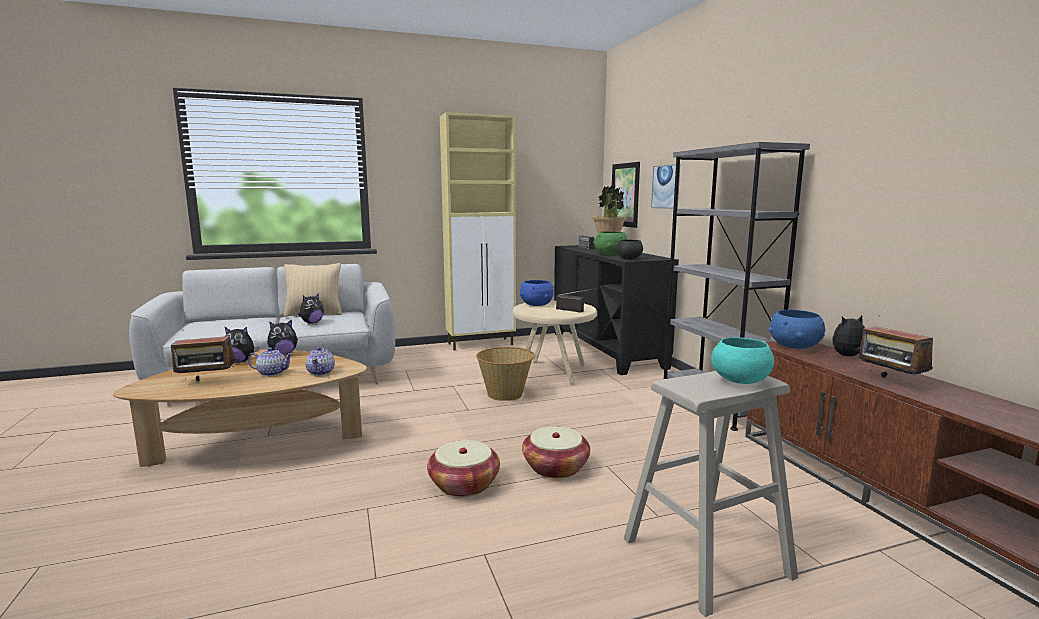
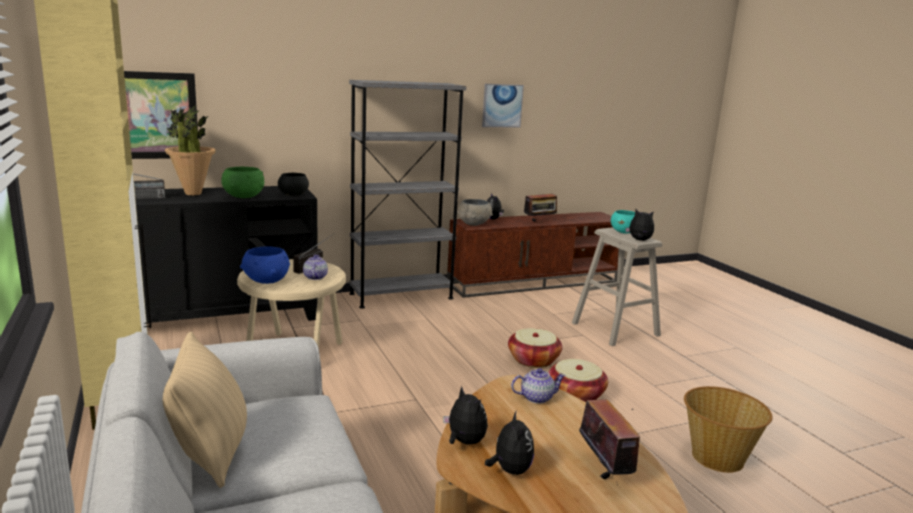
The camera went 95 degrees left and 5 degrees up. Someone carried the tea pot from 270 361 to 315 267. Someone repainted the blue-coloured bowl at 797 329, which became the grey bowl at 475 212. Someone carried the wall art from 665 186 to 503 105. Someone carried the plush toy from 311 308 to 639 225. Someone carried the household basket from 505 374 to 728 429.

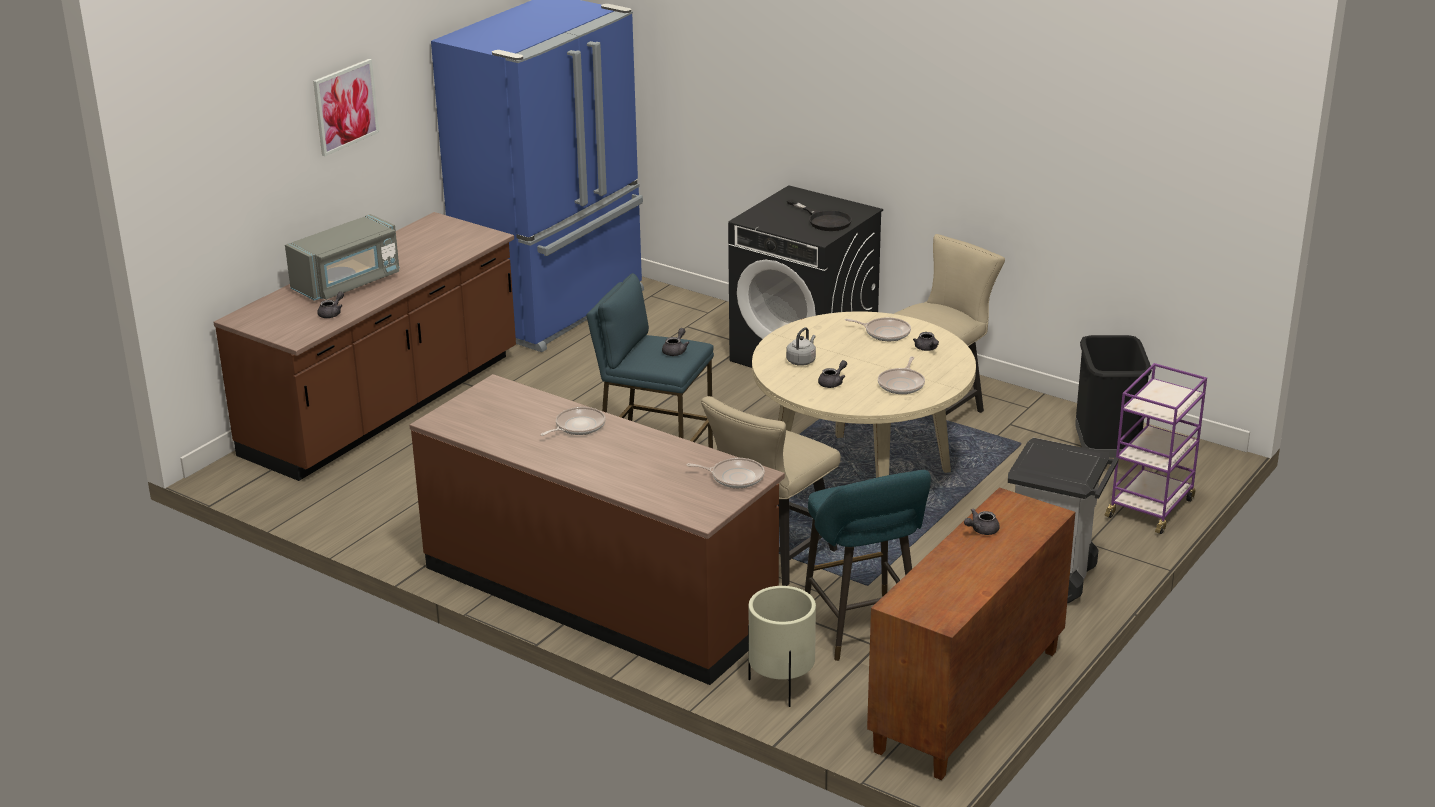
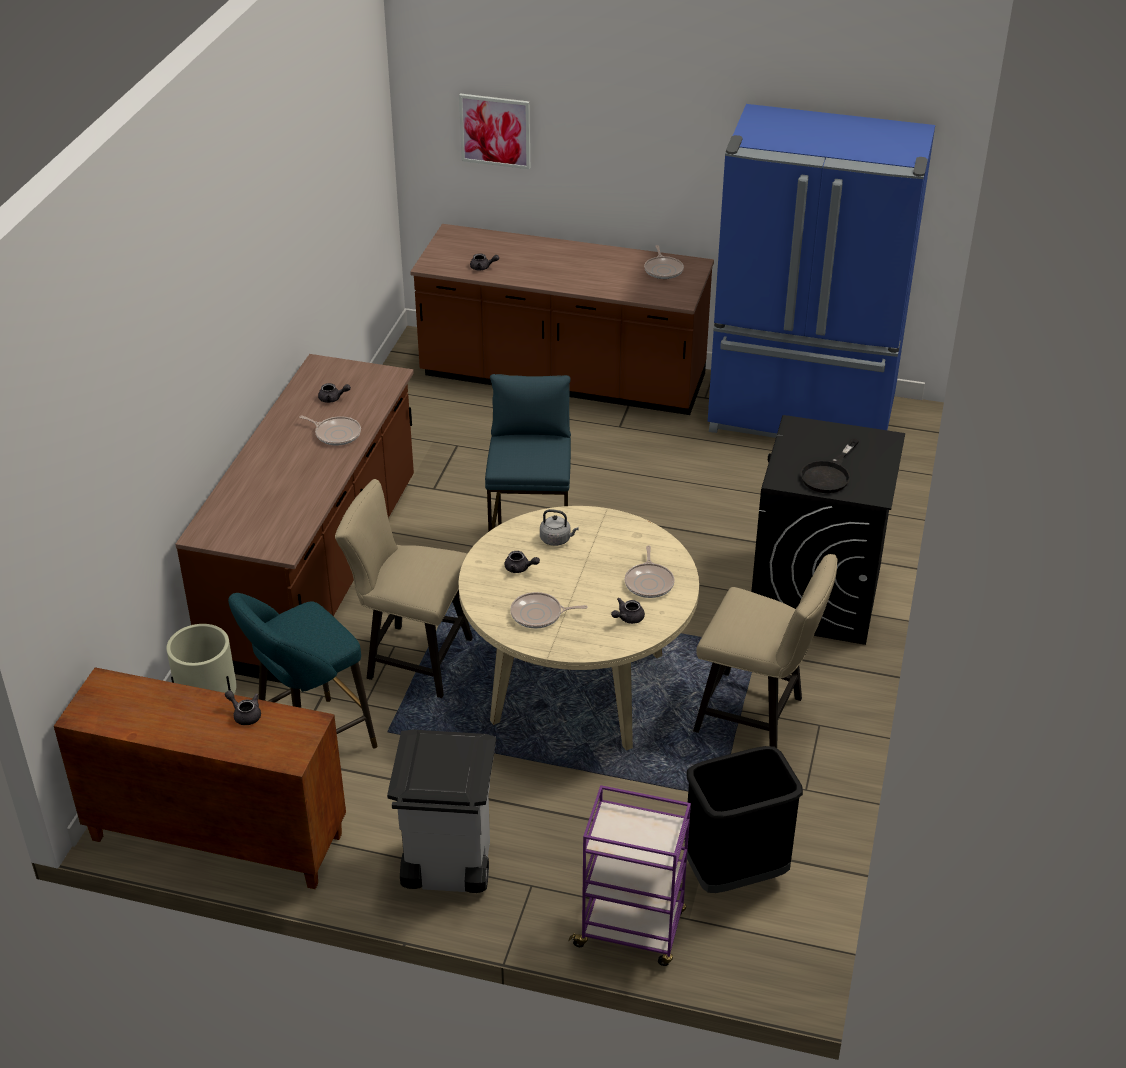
The camera went 70 degrees right and 10 degrees up. Someone carried the grey tea pot from 676 342 to 334 393. Someone carried the wall art from 346 107 to 494 131. Someone carried the pan from 725 473 to 664 262. Someone took away the grey microwave at 342 257.

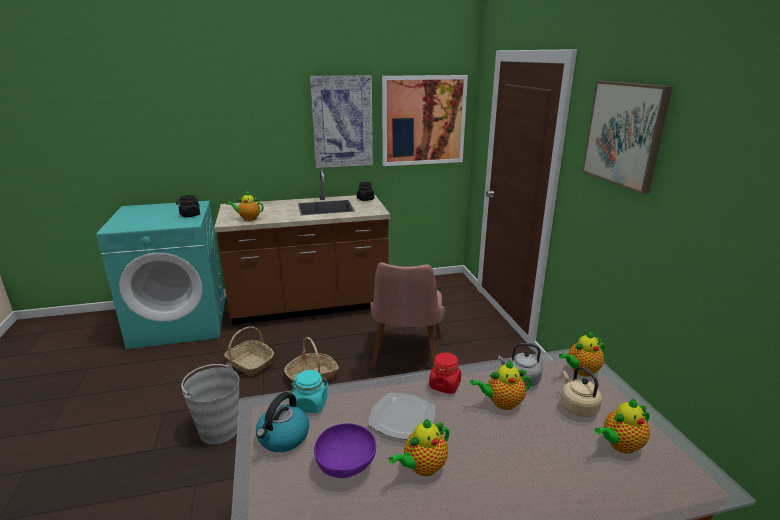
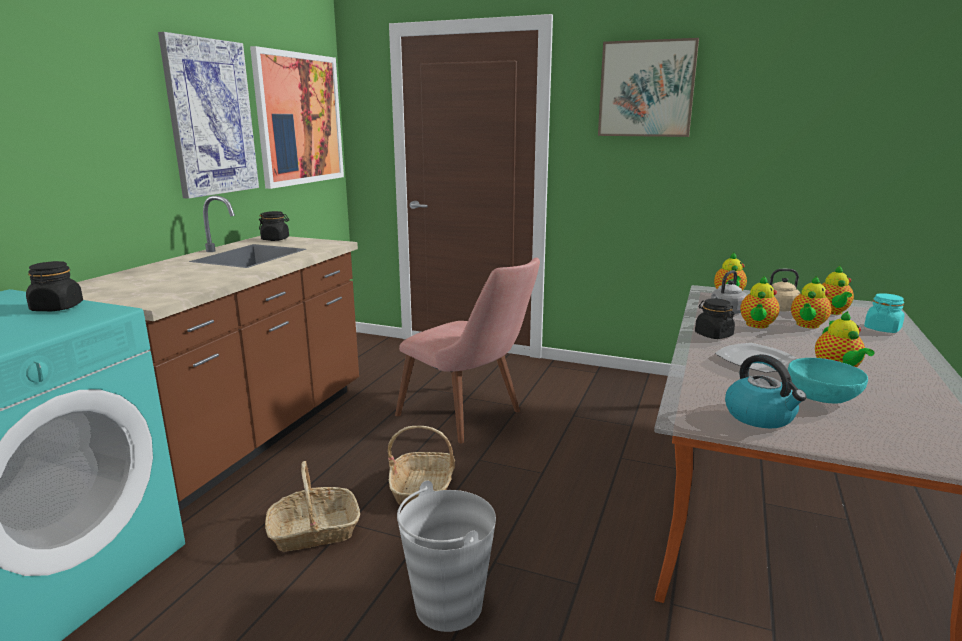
The camera went 55 degrees left and 5 degrees down. Someone repainted the red-coloured preserve jar at 445 373, which became the black preserve jar at 715 318. Someone repainted the purple bowl at 345 450, which became the turquoise bowl at 828 380. Someone carried the tea pot from 245 206 to 811 302. Someone carried the turquoise preserve jar from 310 391 to 884 313.

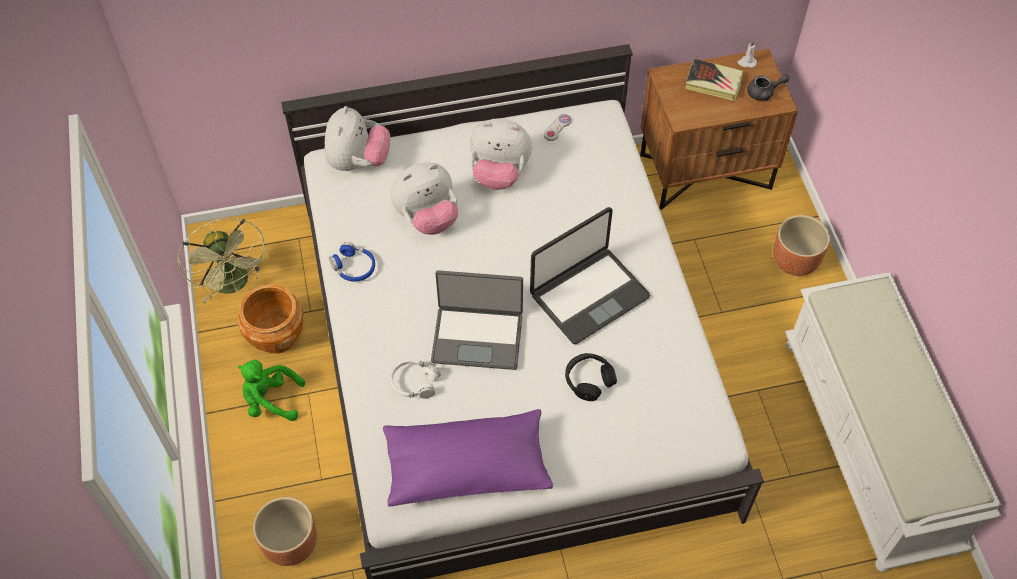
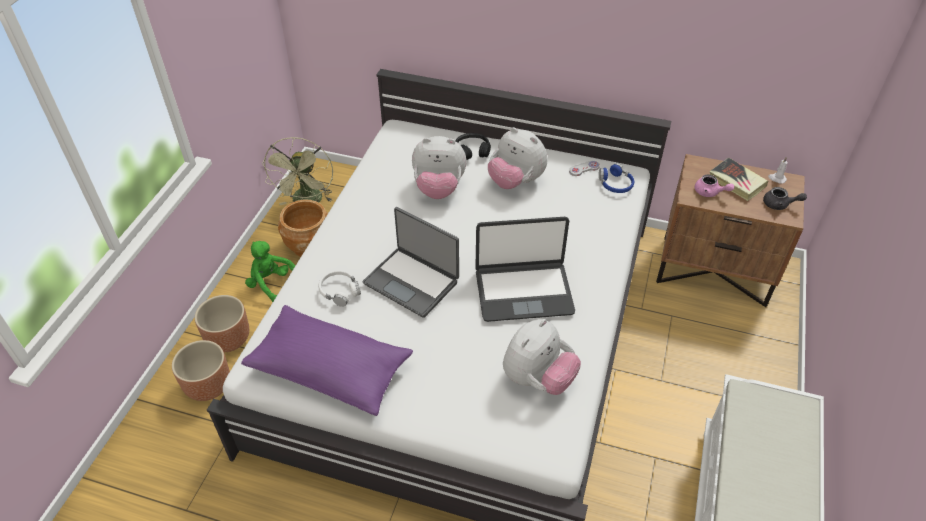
The camera went 30 degrees right and 10 degrees down. Someone carried the brown planter from 801 245 to 222 323. Someone carried the black headset from 591 377 to 473 146. Someone carried the plush toy from 357 138 to 542 357. Someone carried the blue-coloured headset from 352 262 to 616 178. Someone put down the pink-coloured tea pot at 714 185.

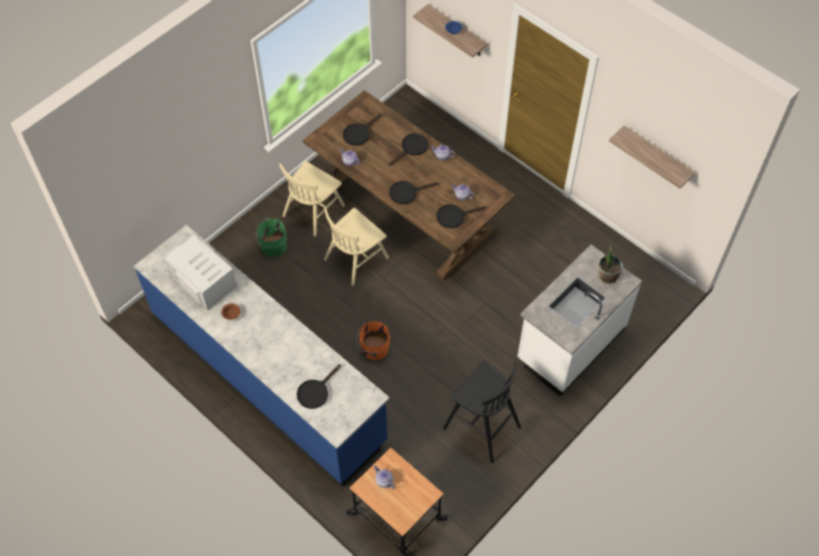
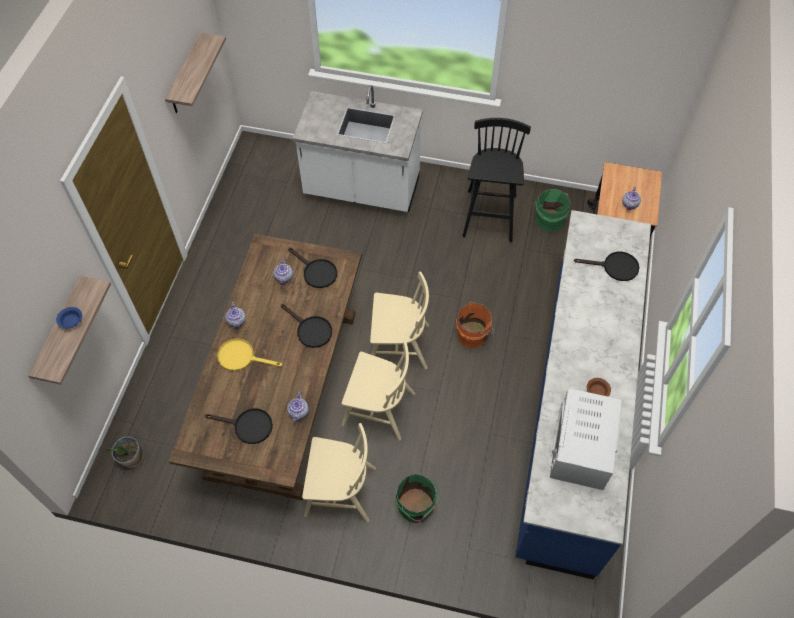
The camera went 120 degrees left and 0 degrees up. Someone carried the houseplant from 610 264 to 125 452. Someone repainted the black pan at 408 150, which became the yellow-coloured pan at 249 355. Someone put down the beige plain chair at 399 320. Someone put down the green water bucket at 551 210.

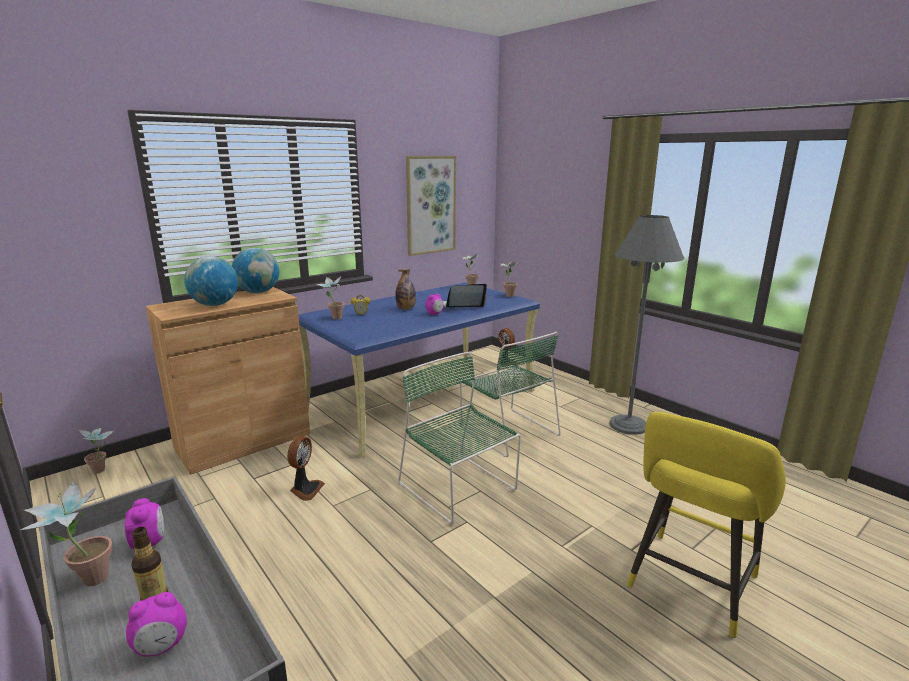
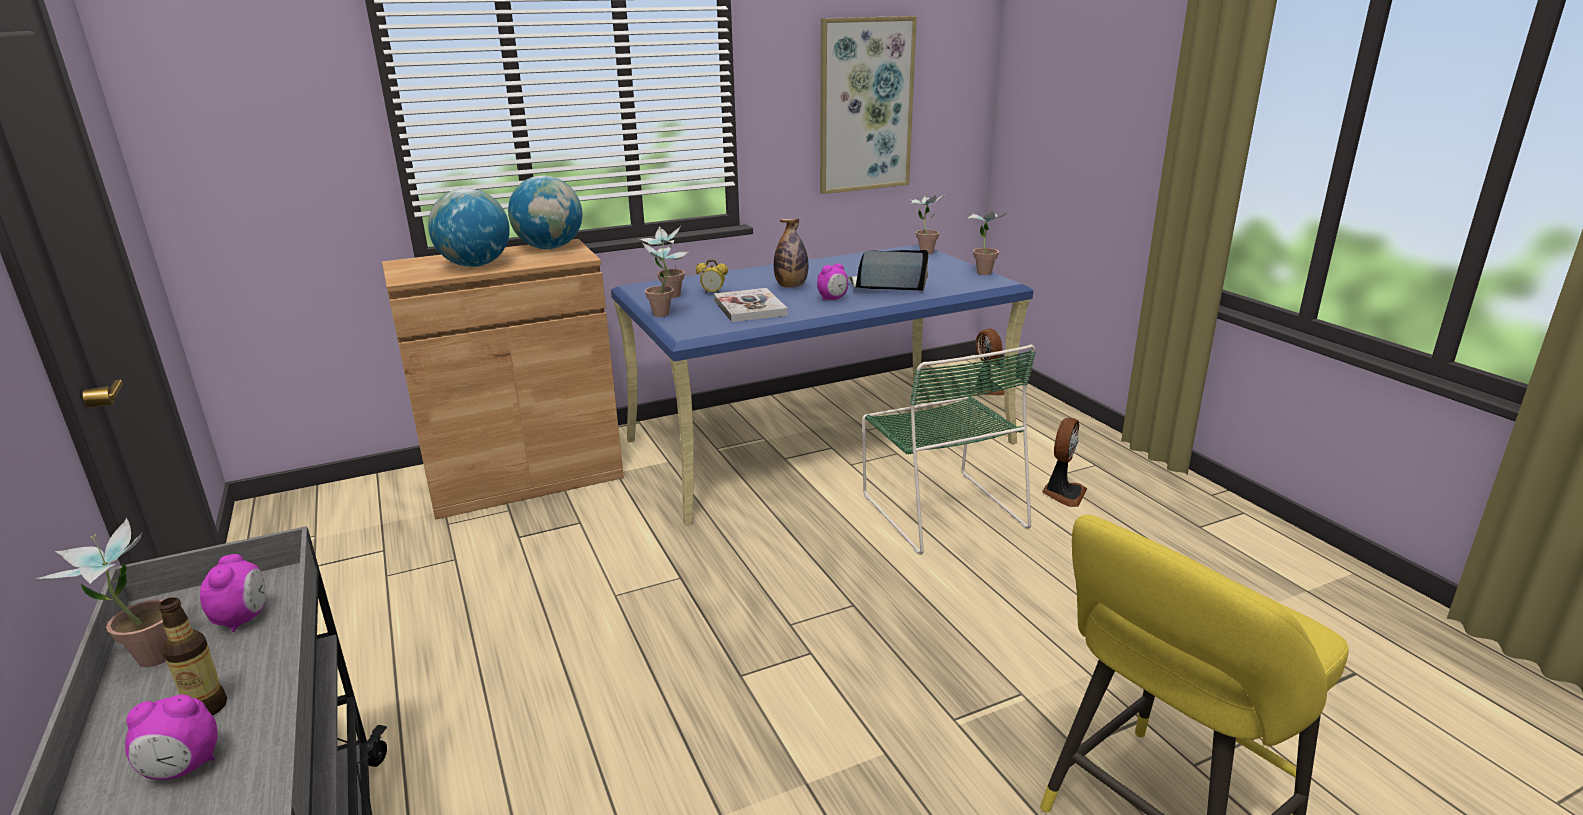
The camera went 15 degrees right and 5 degrees up. Someone carried the houseplant from 96 451 to 665 279. Someone put down the bound book at 751 305. Someone carried the fan from 306 468 to 1064 462. Someone took away the green plain chair at 459 438. Someone took away the grey standing lamp at 646 325.

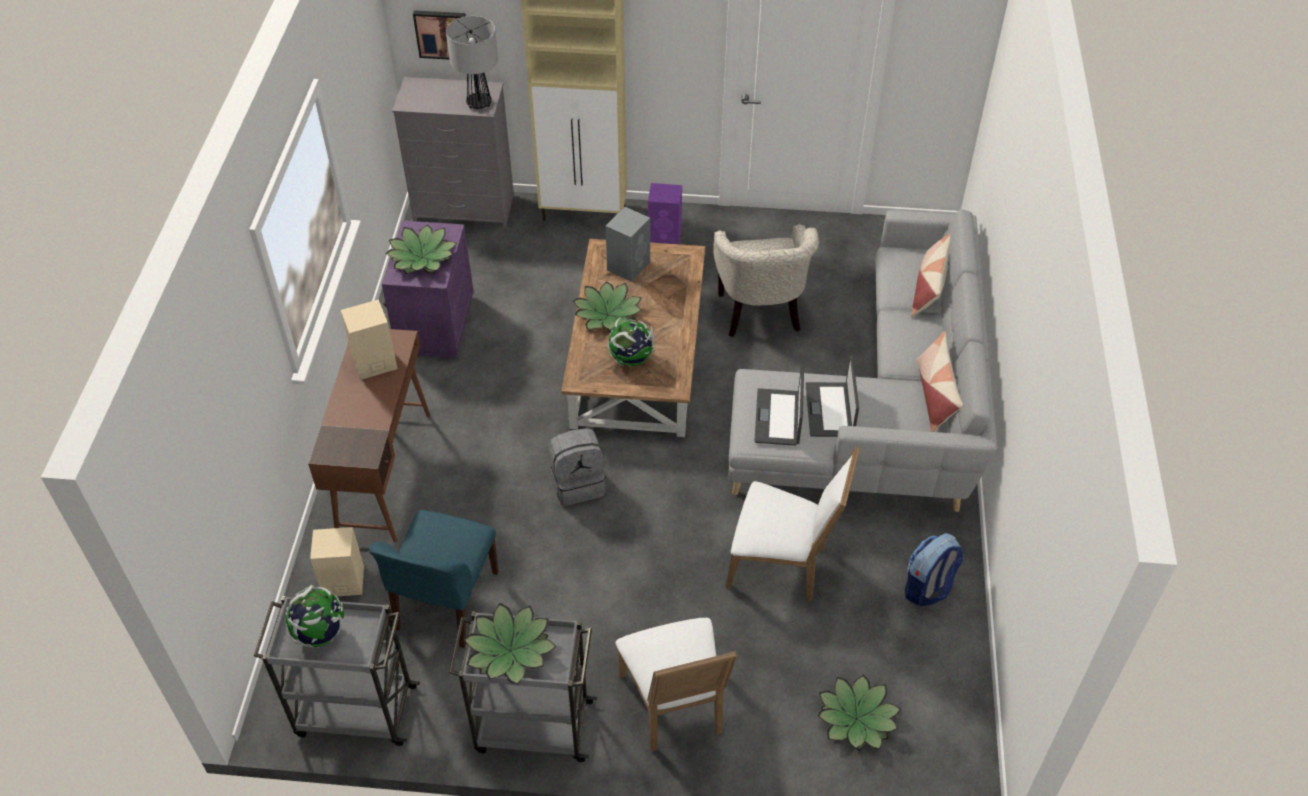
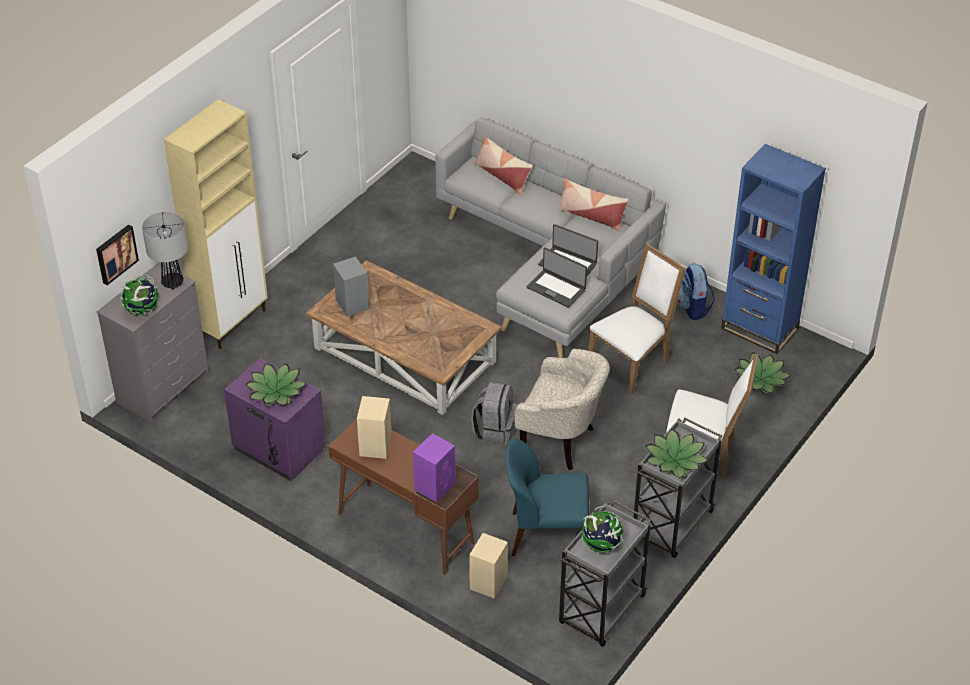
The camera went 60 degrees left and 5 degrees down. Someone carried the globe from 632 342 to 140 295. Someone carried the purple loudspeaker from 665 213 to 434 467. Someone rotated the blue-coloured plain chair at 434 579 by 135 degrees clockwise. Someone carried the beige lounge chair from 766 280 to 562 409. Someone put down the blue-coloured bookshelf at 773 249. Someone took away the houseplant at 607 306.

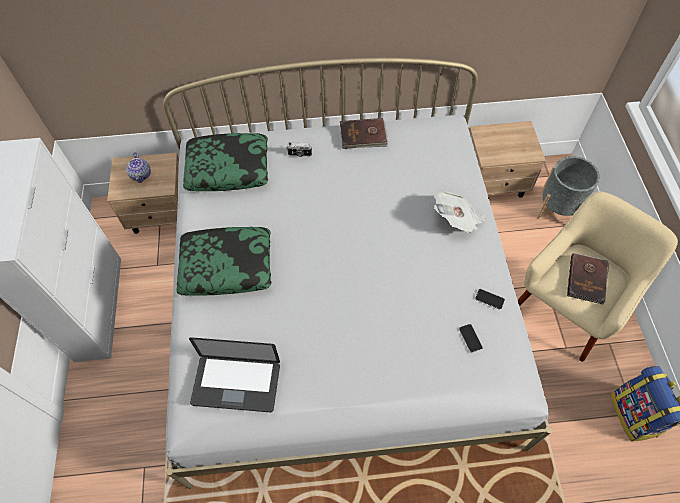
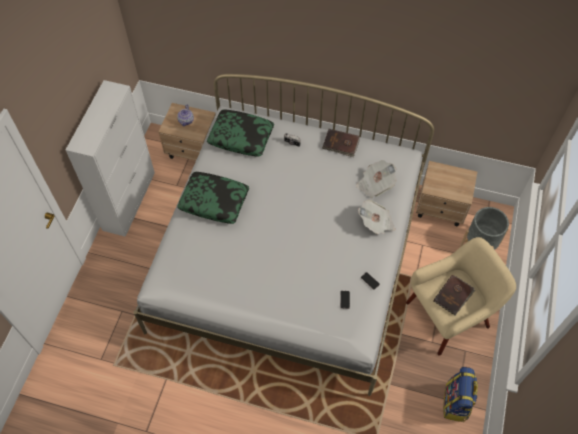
The camera went 20 degrees right and 0 degrees up. Someone put down the daily paper at 376 179. Someone took away the laptop at 234 374.

